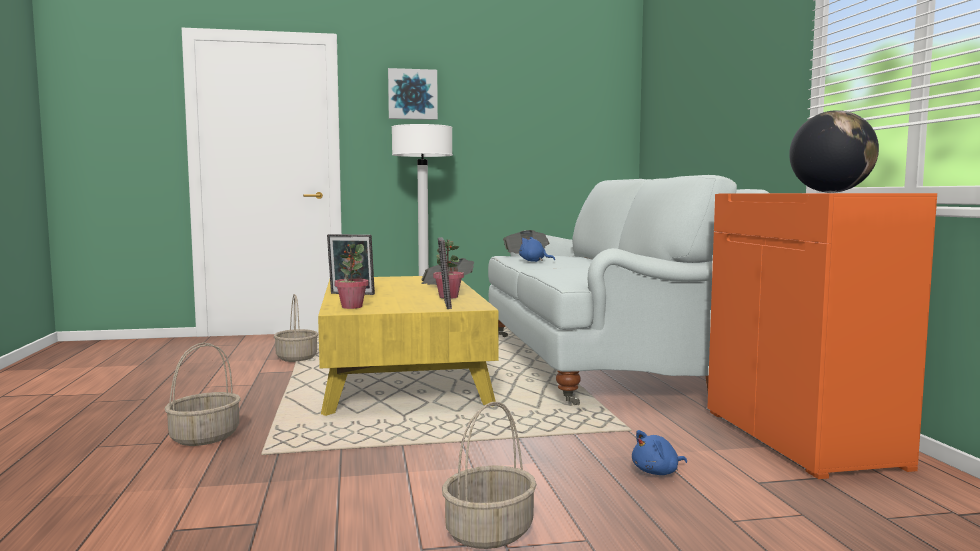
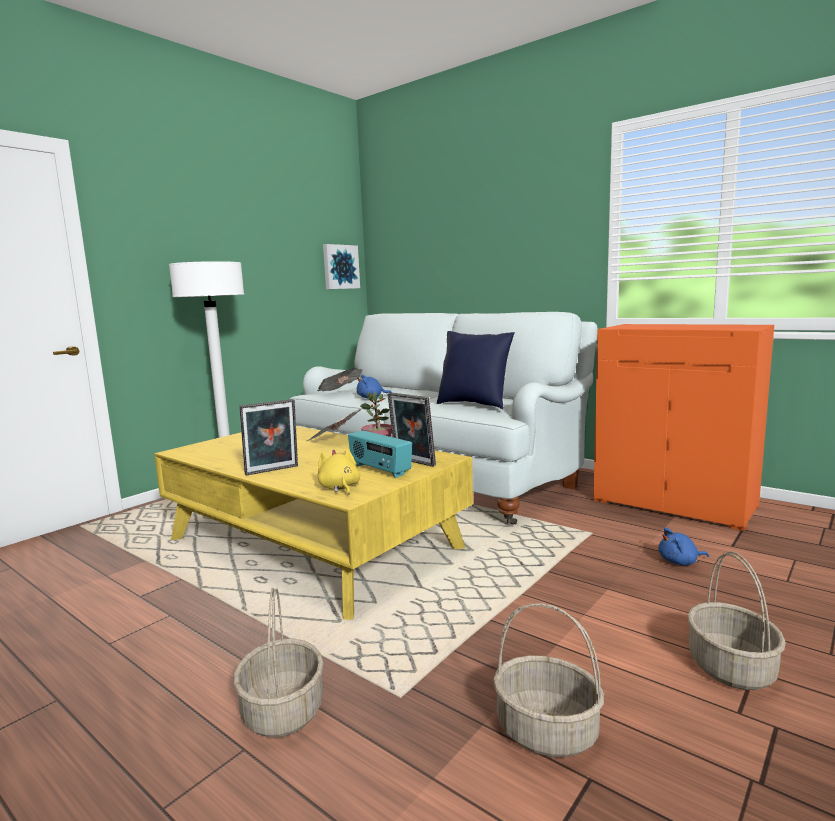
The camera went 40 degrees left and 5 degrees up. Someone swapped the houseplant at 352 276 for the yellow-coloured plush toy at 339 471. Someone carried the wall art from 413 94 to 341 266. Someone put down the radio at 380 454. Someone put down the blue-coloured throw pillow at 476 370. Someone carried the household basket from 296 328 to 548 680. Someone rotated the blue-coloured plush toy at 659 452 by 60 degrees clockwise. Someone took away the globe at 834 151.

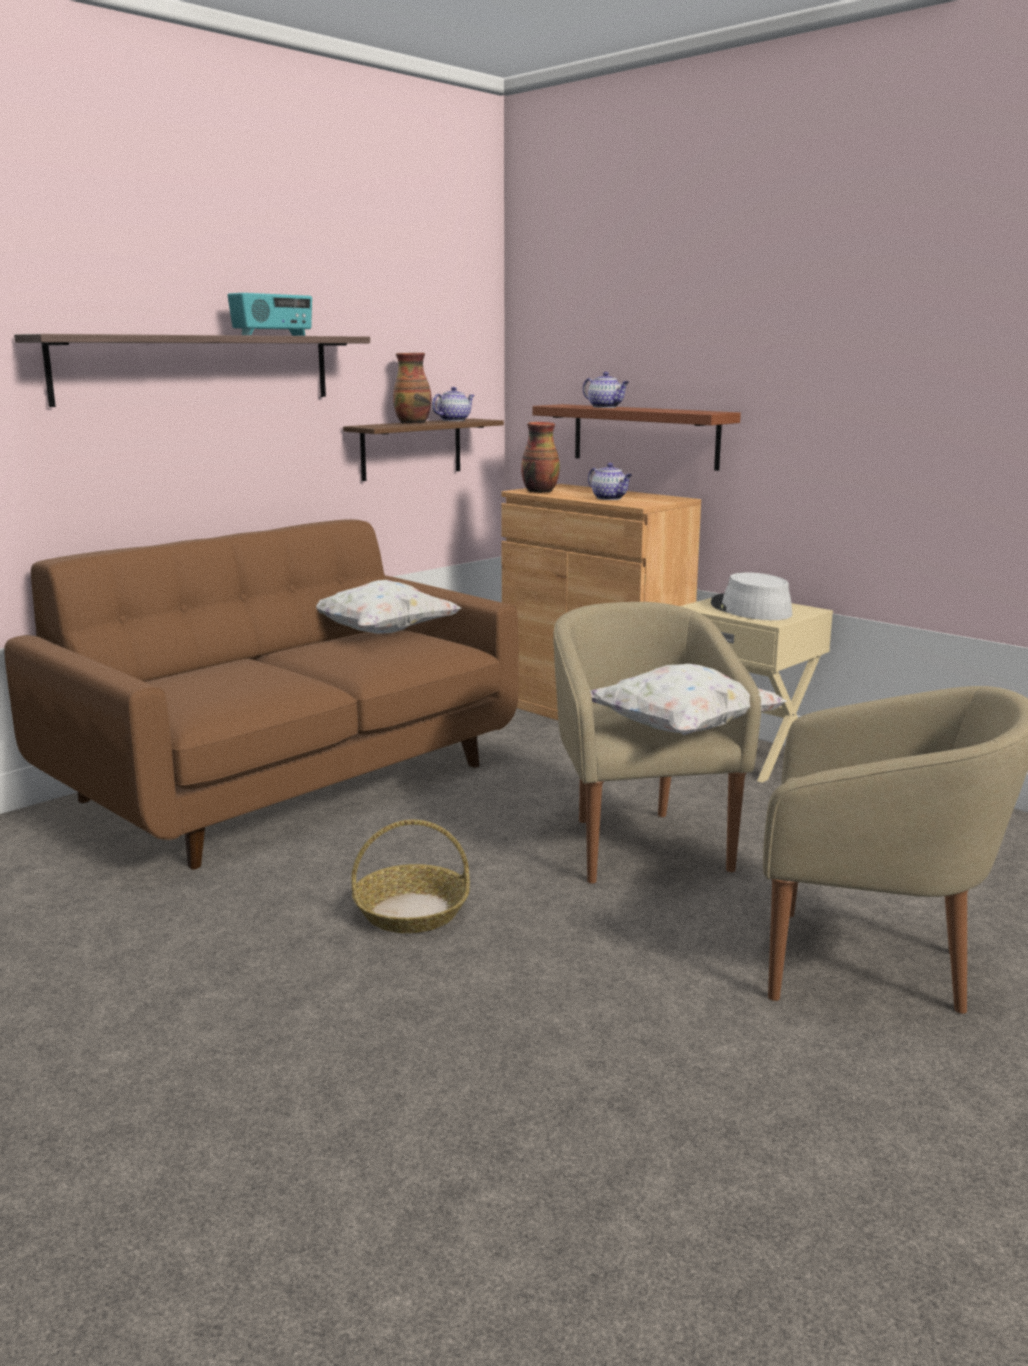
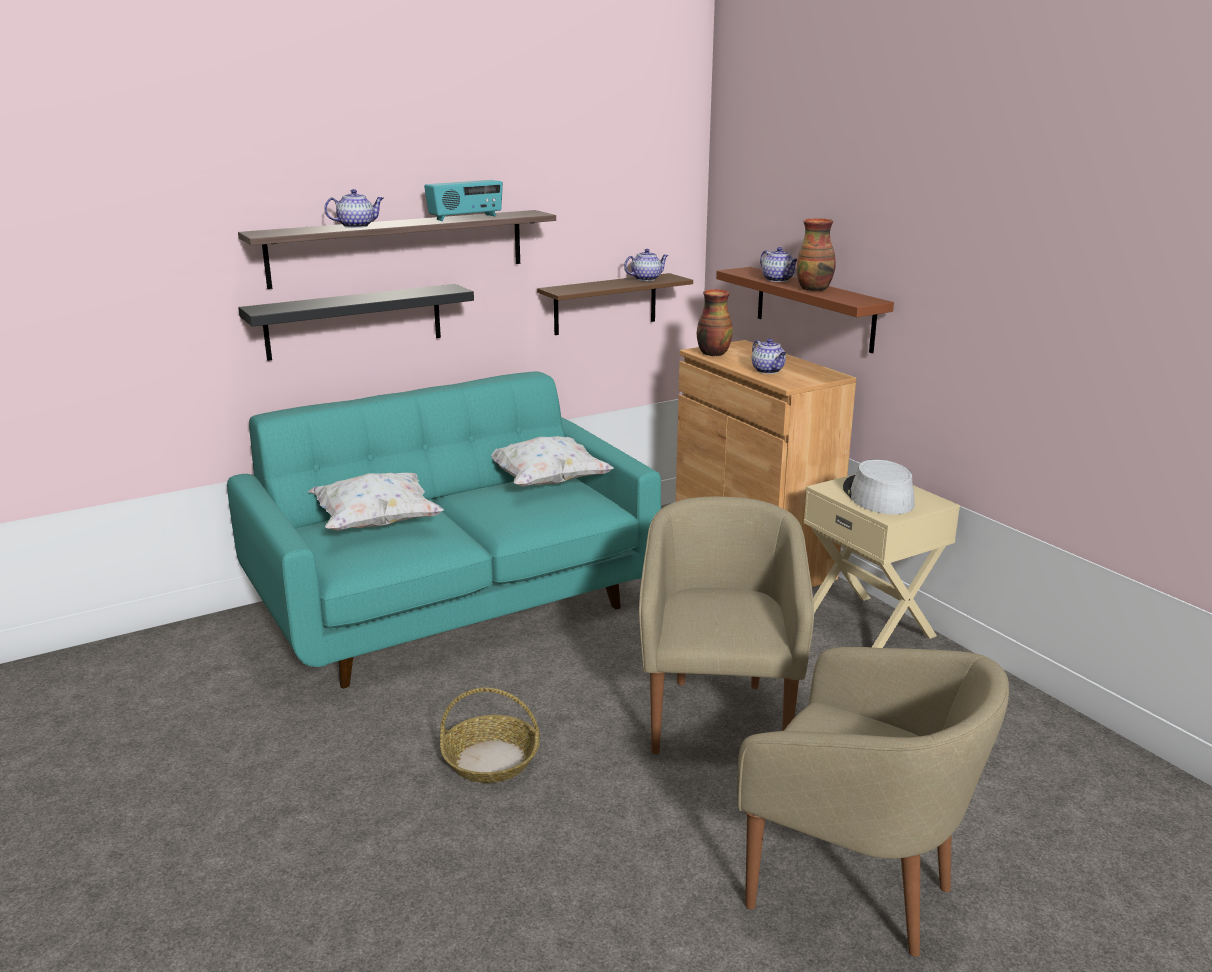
The camera went 15 degrees right and 5 degrees up. Someone repainted the brown settee at 261 694, which became the turquoise settee at 444 530. Someone put up the black wall shelf at 356 322. Someone carried the whitish throw pillow from 688 699 to 376 502. Someone put down the tea pot at 353 208. Someone carried the vase from 412 388 to 816 254.

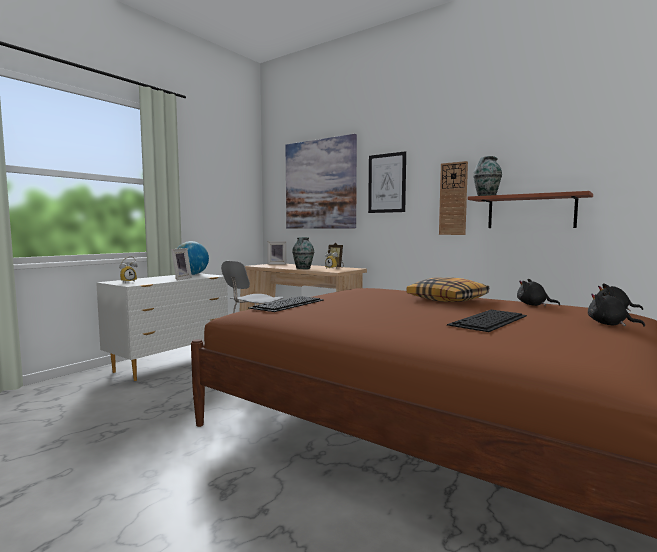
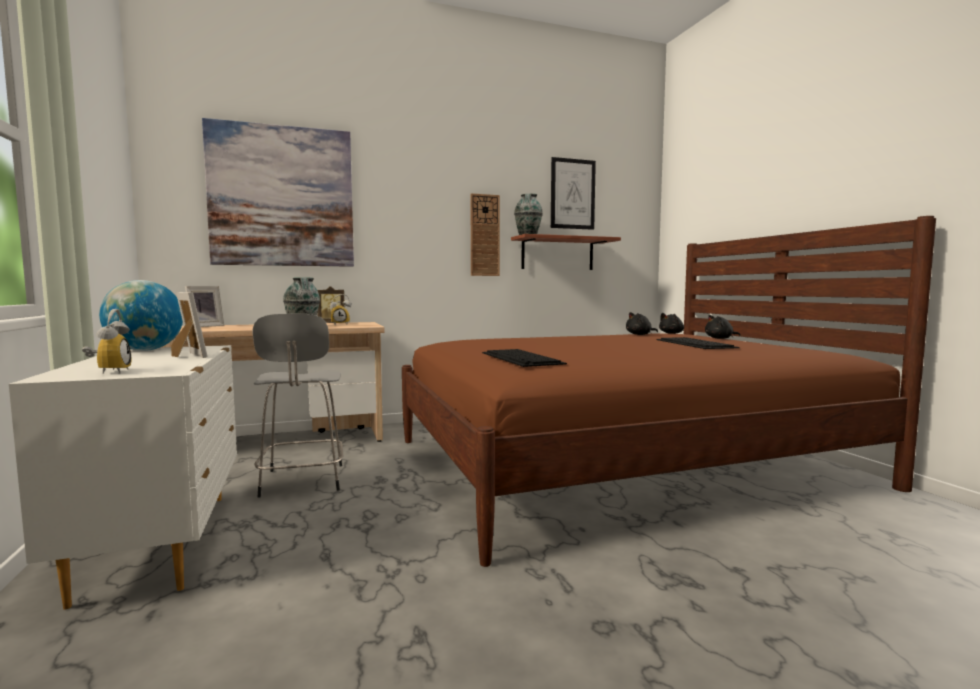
The camera went 55 degrees left and 0 degrees up. Someone carried the wall art from 387 182 to 573 193. Someone took away the throw pillow at 447 289.

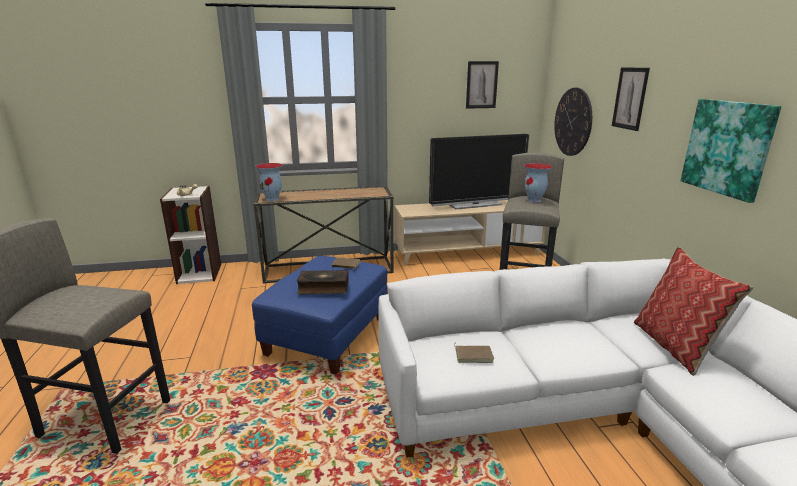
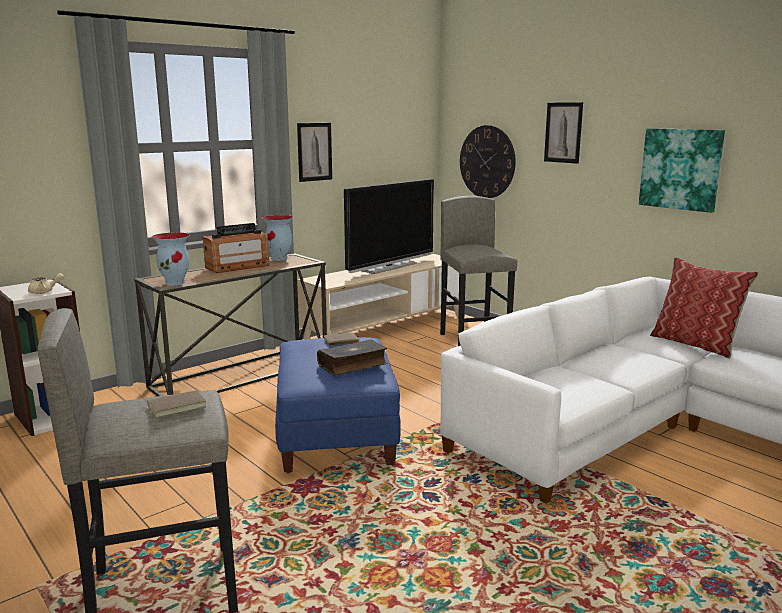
The camera went 30 degrees left and 5 degrees down. Someone carried the brown bound book from 474 352 to 175 404. Someone put down the radio at 236 248. Someone carried the vase from 538 183 to 277 238. Someone carried the wall art from 482 85 to 314 152.

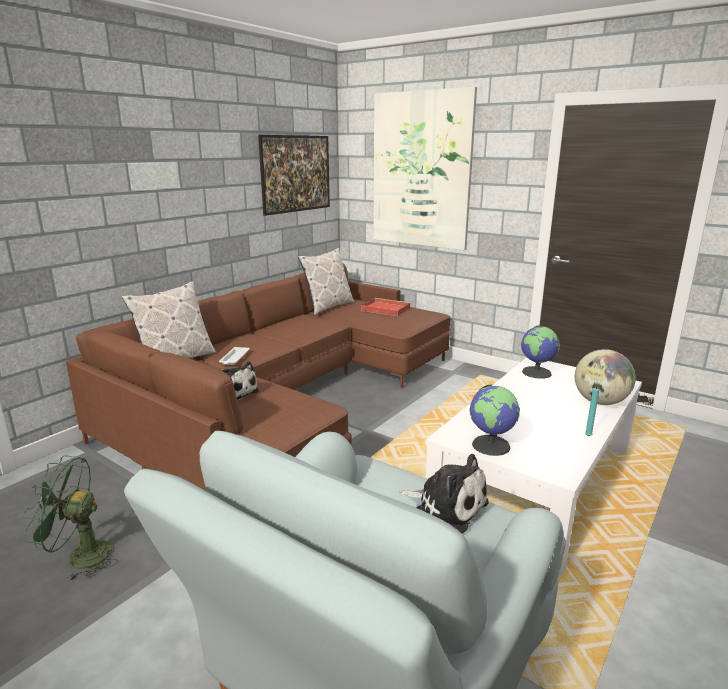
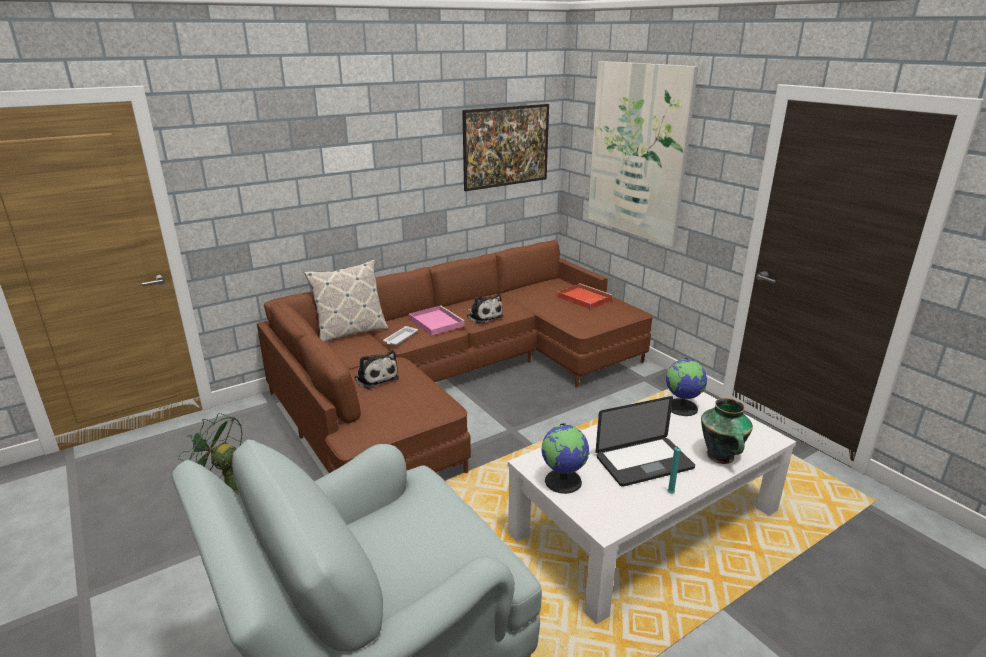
The camera went 20 degrees right and 5 degrees up. Someone put down the pink-coloured carrying tray at 437 320. Someone carried the plush toy from 444 493 to 485 309. Someone put down the laptop at 645 441. Someone swapped the globe at 605 377 for the vase at 727 431. Someone took away the throw pillow at 326 281.

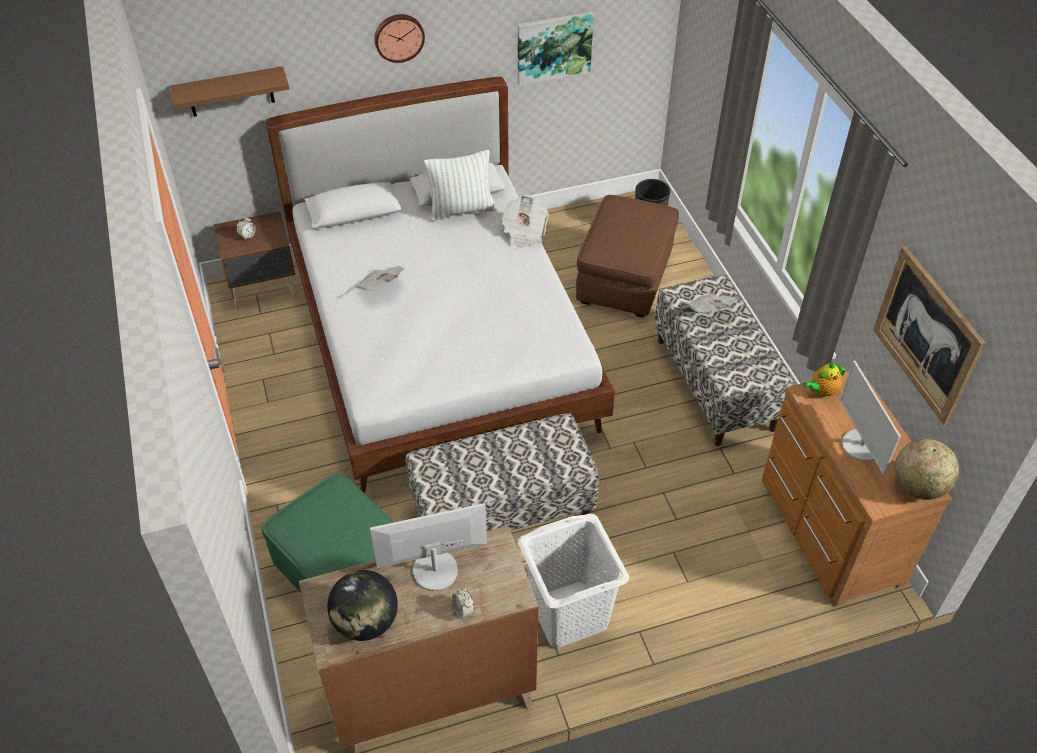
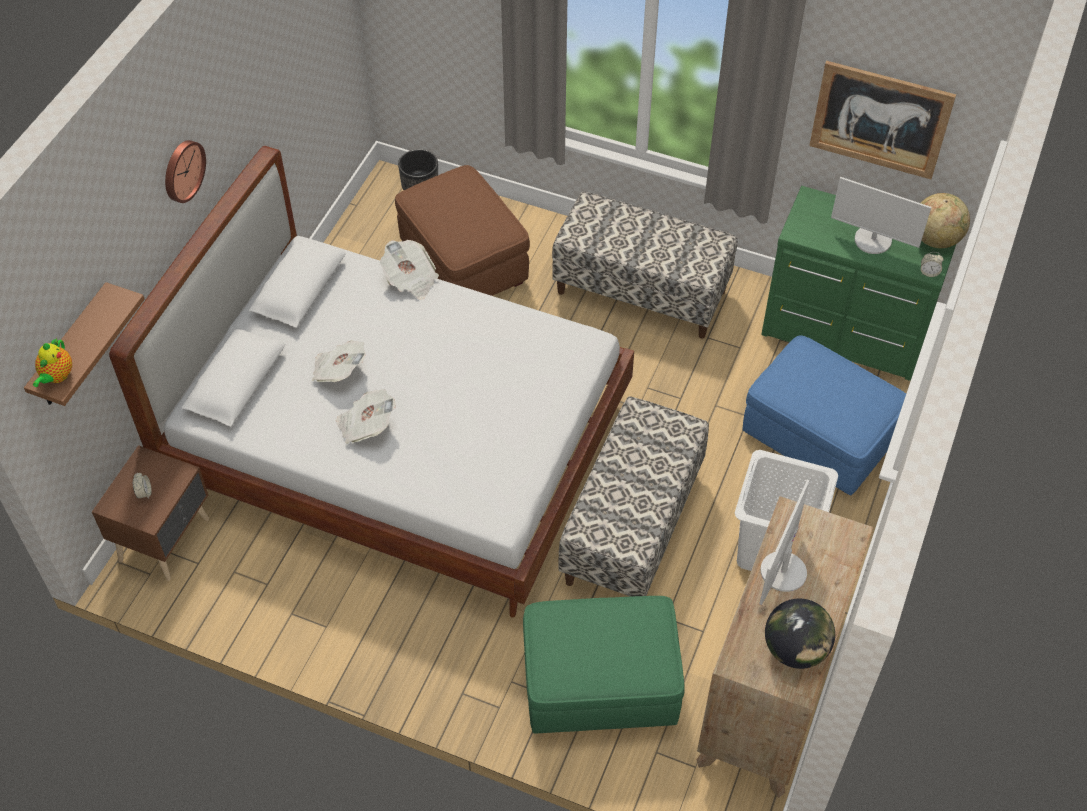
The camera went 50 degrees left and 5 degrees up. Someone carried the tea pot from 824 380 to 52 362. Someone carried the daily paper from 712 303 to 338 361. Someone put down the blue-coloured pouffe at 824 415. Someone repainted the brown chest of drawers at 857 489, which became the green chest of drawers at 858 283. Someone carried the alarm clock from 463 604 to 932 264. Someone took away the throw pillow at 460 185. Someone took away the wall art at 556 48.

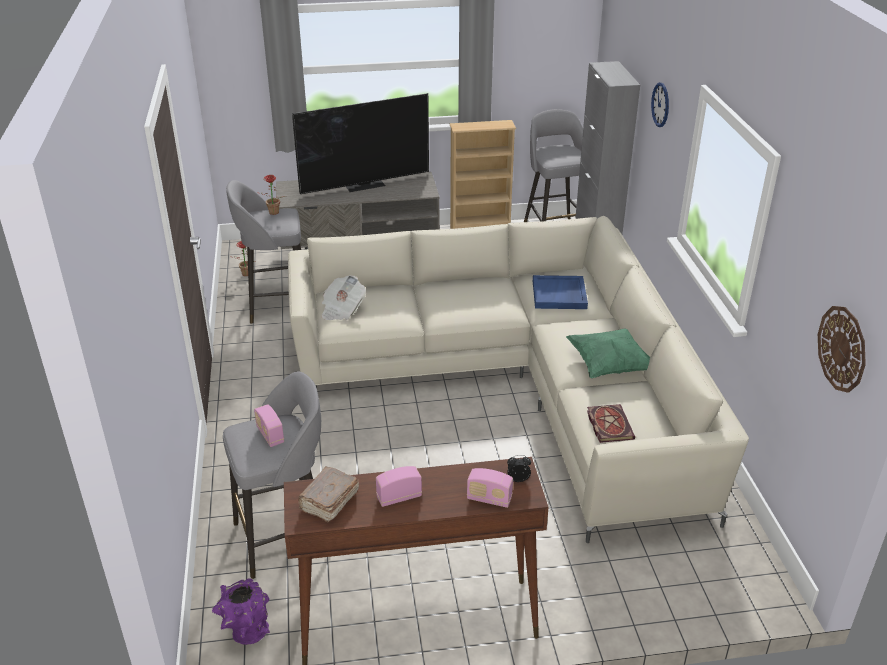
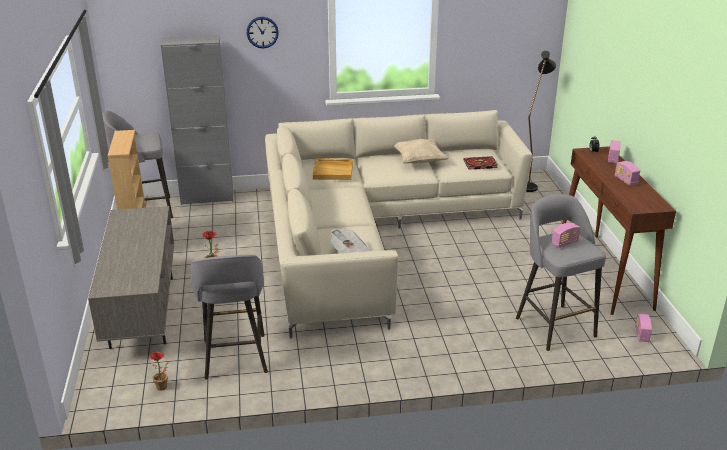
The camera went 90 degrees left and 5 degrees down. Someone repainted the blue-coloured carrying tray at 560 292, which became the beige carrying tray at 333 169. Someone repainted the green throw pillow at 608 353, which became the beige throw pillow at 421 151. Someone put down the black standing lamp at 541 121. Someone swapped the purple vase at 241 611 for the radio at 643 328. Someone took away the TV at 360 143. Someone took away the brown bound book at 328 494. Someone took away the hanging clock at 842 349.

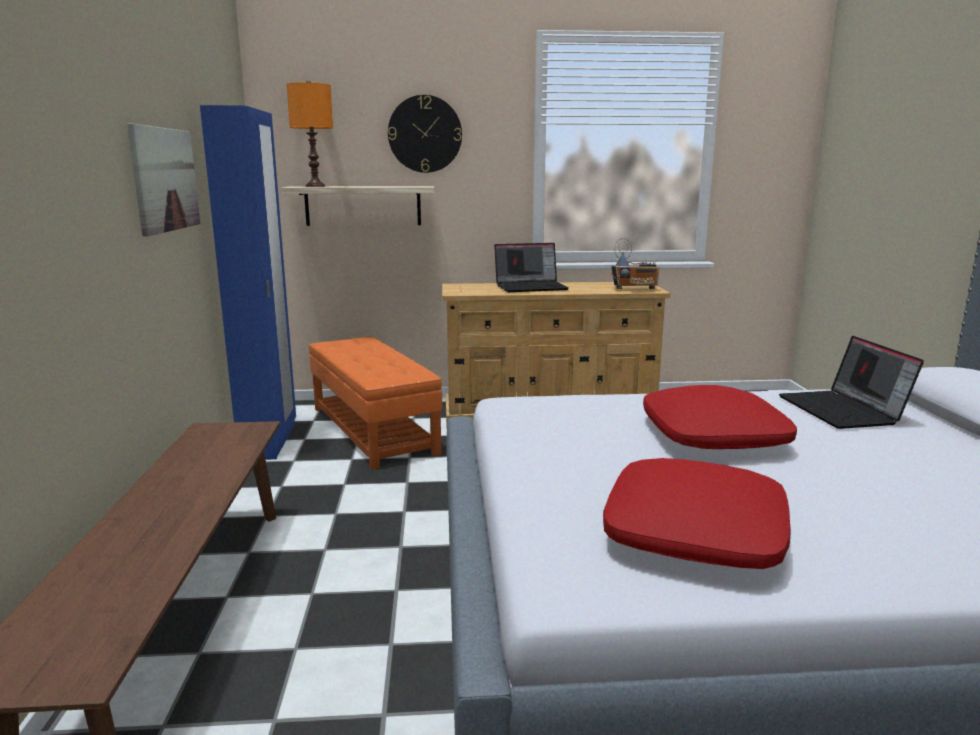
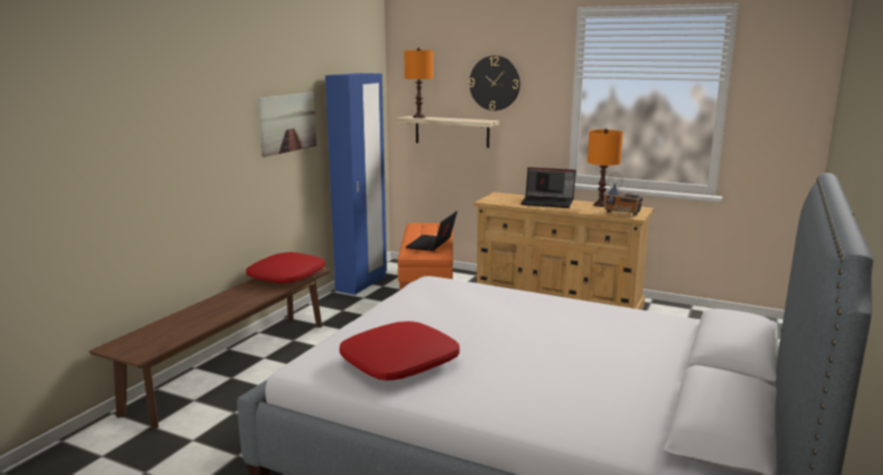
The camera went 30 degrees right and 0 degrees up. Someone carried the red-coloured throw pillow from 720 417 to 285 267. Someone carried the laptop from 851 382 to 431 231. Someone put down the orange tabletop lamp at 605 167.

